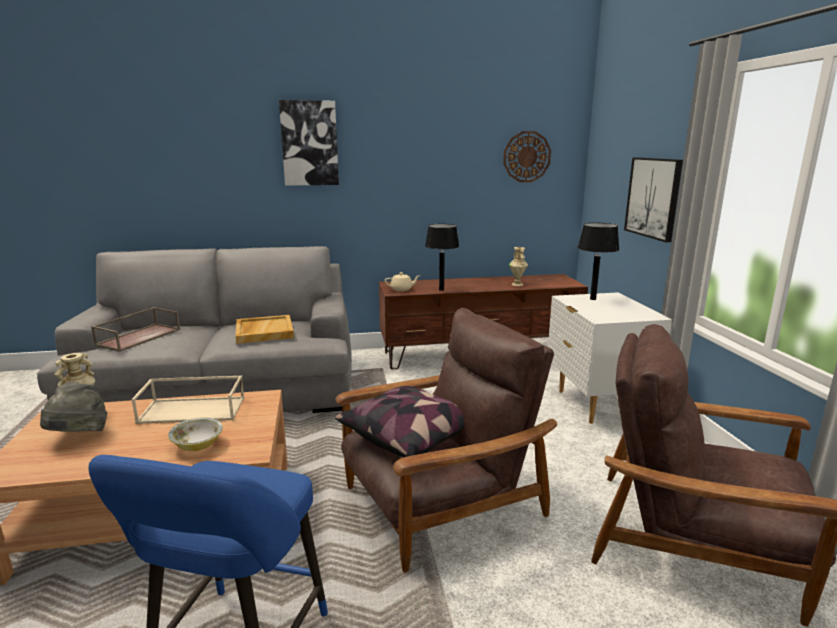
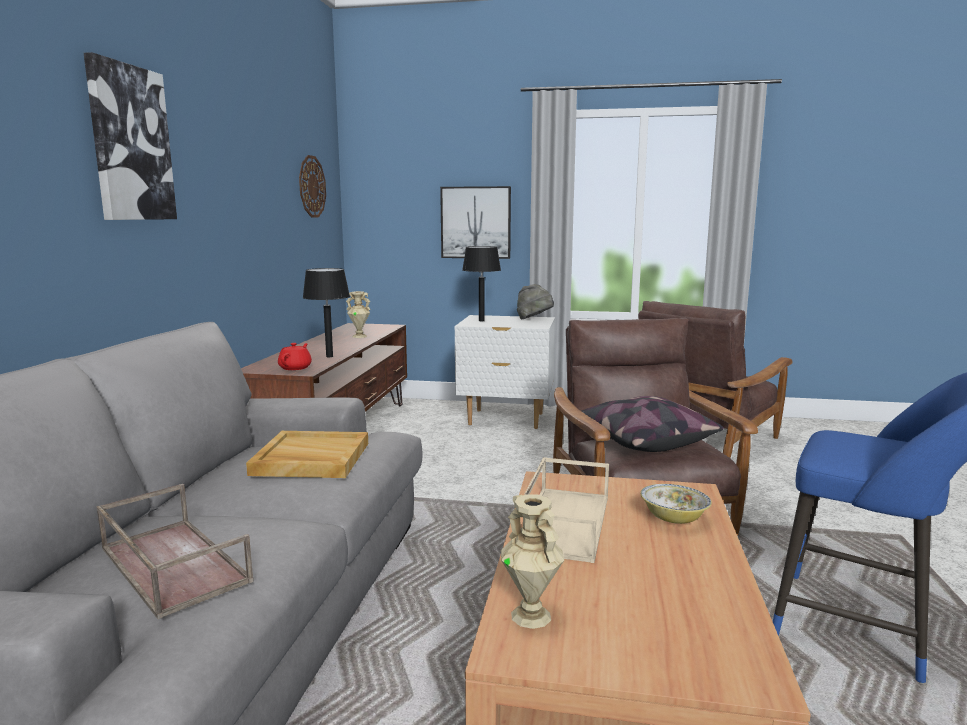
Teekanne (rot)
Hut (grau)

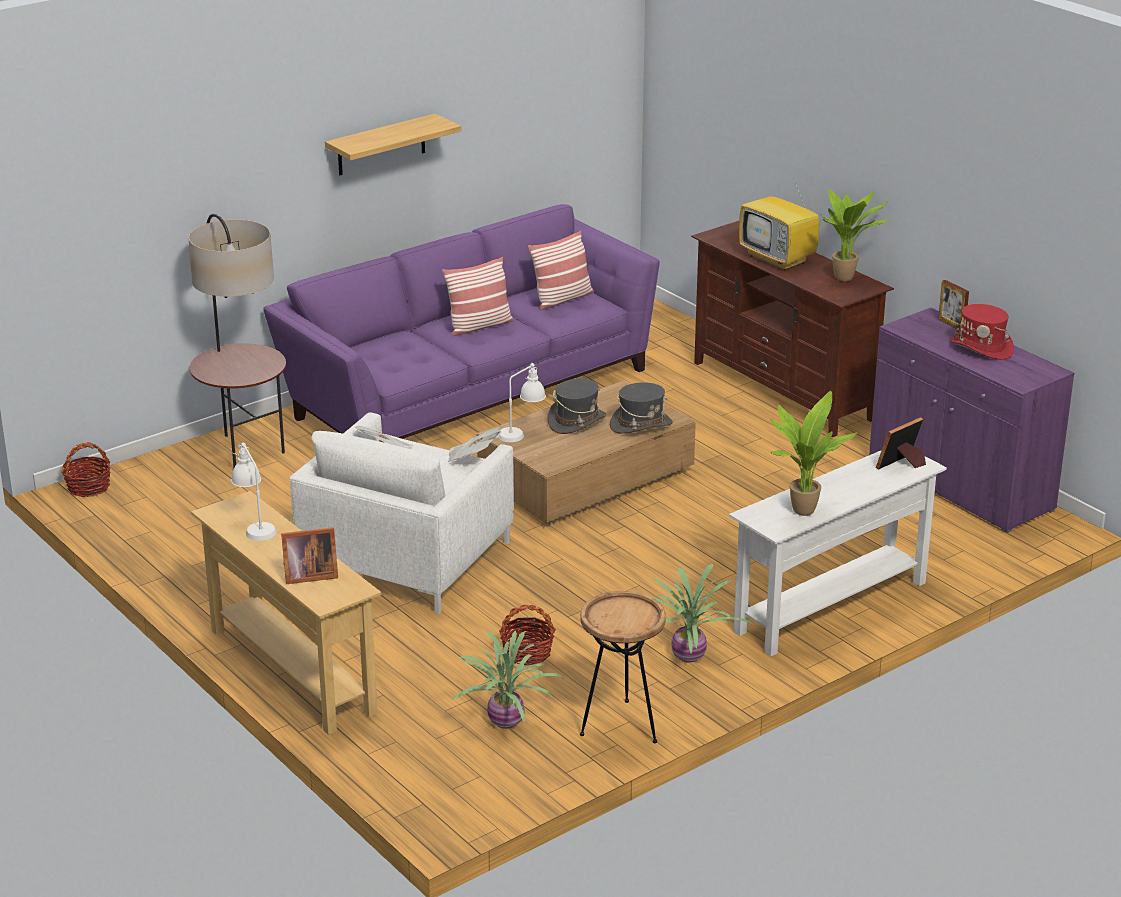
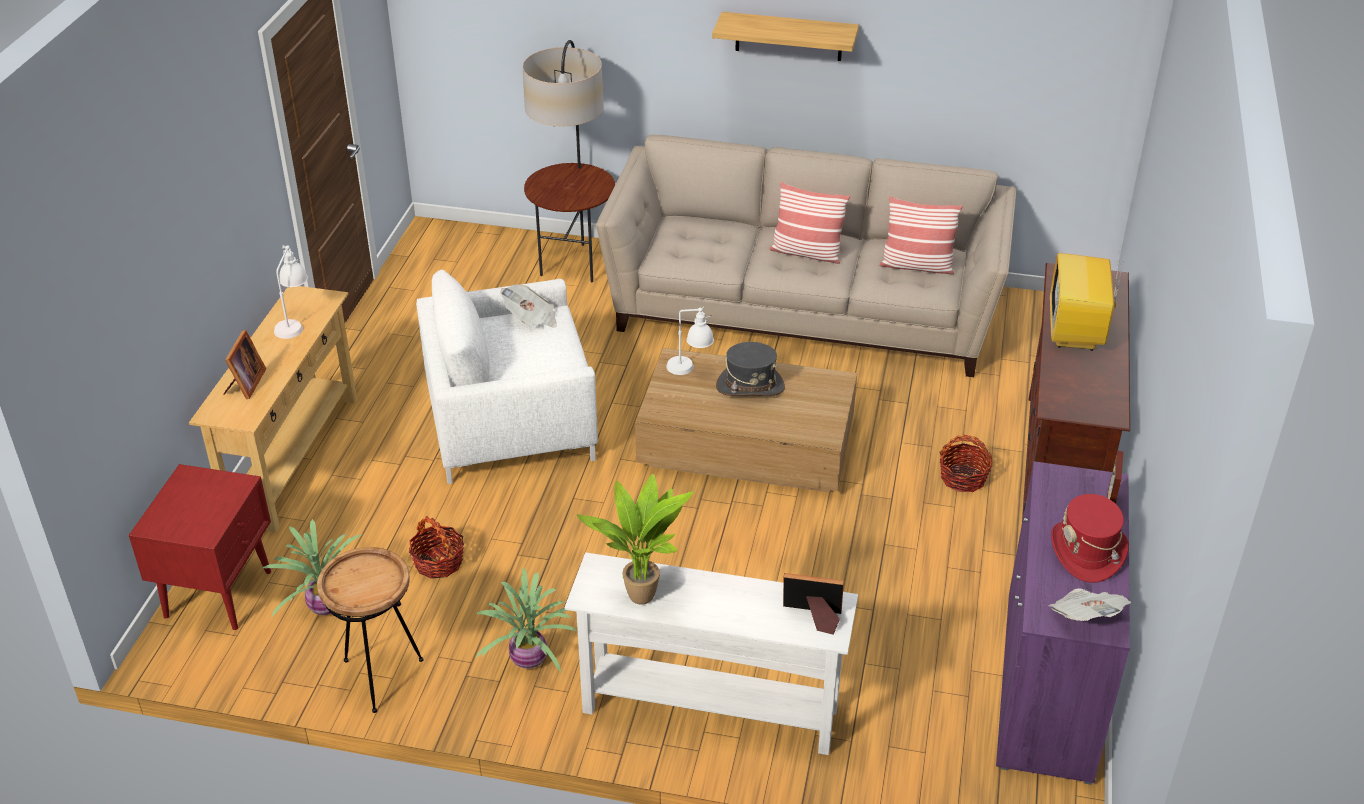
Nachttisch (rot)
Bilderrahmen (no. 1 from left)
Sofa (beige)
Korb (no. 2 from left)
Zeitung (no. 2 from left)
Hut (grau) (no. 2 from left in the first image)
Topfpflanze (no. 4 from left in the first image)

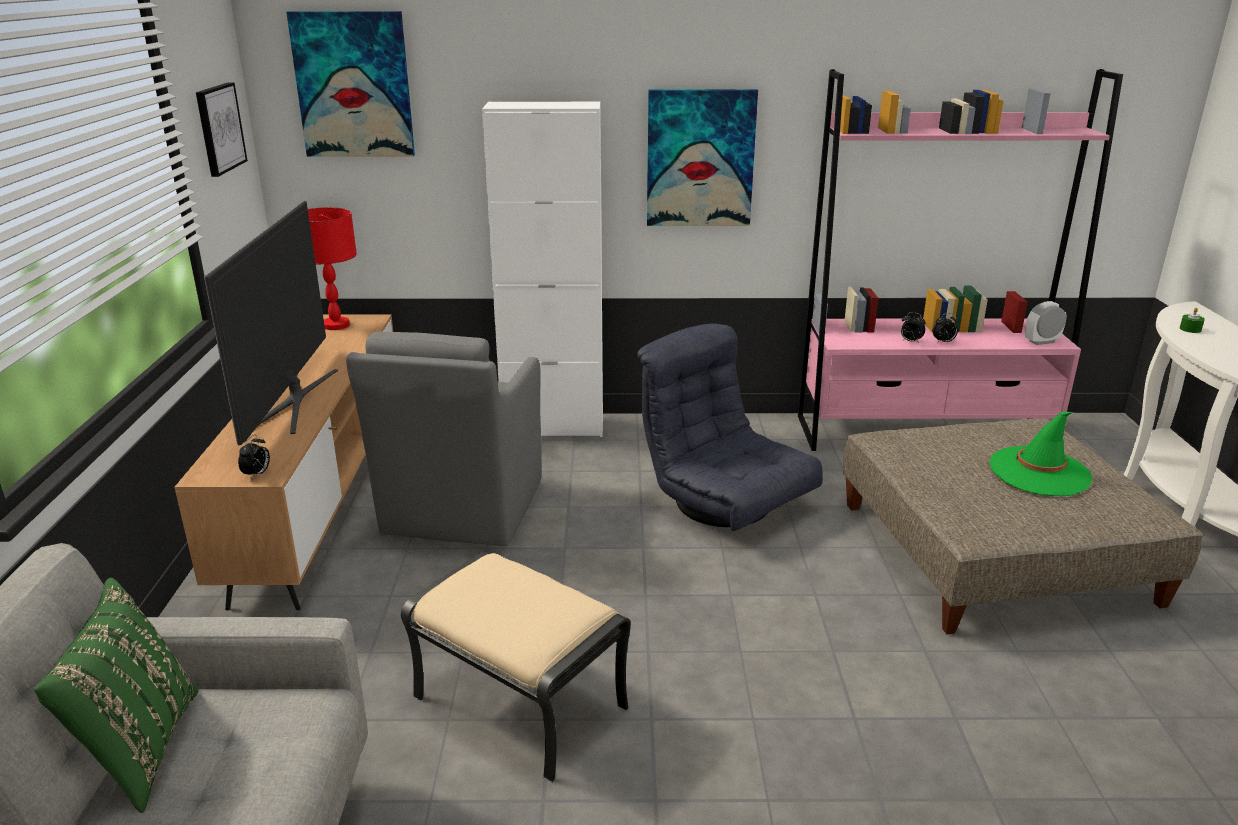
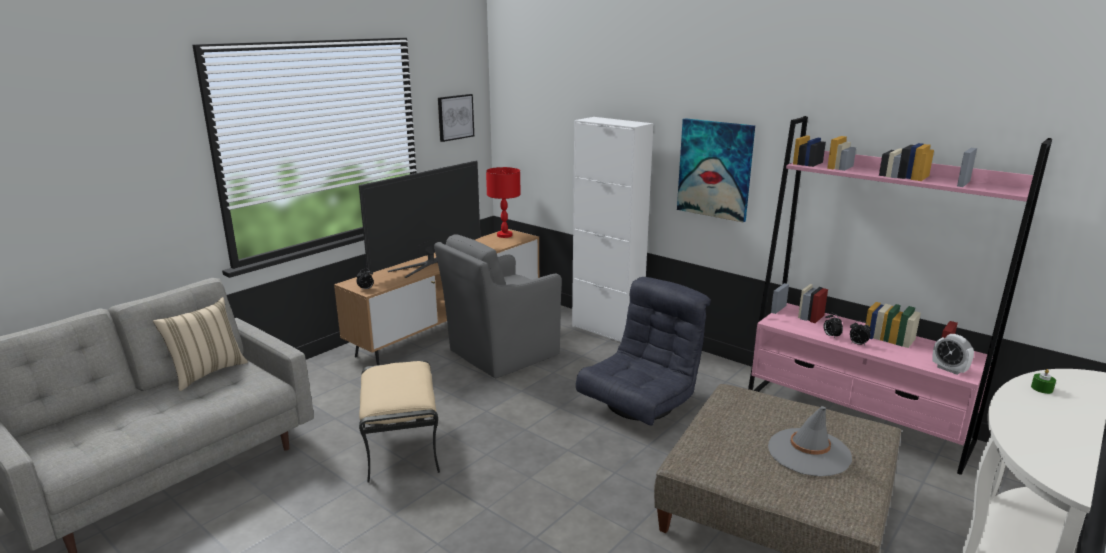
Kissen (beige)
Sessel (grau) (no. 2 from left)
Hut (grau)
Wecker (no. 4 from left)
Bild (no. 2 from left in the first image)

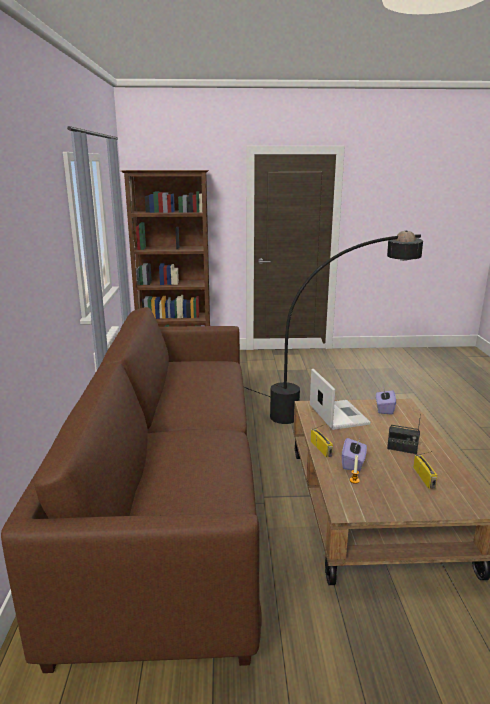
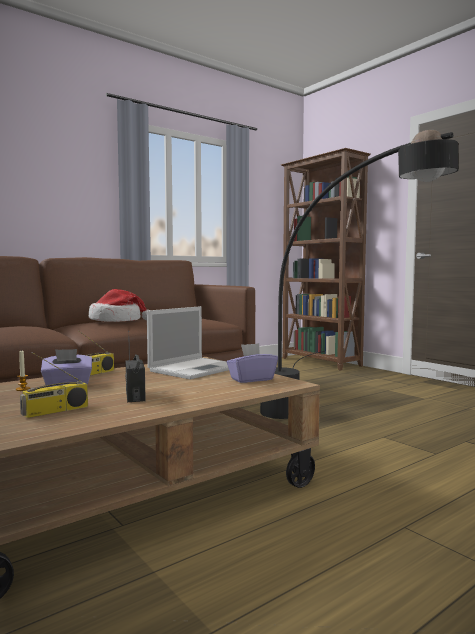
Hut

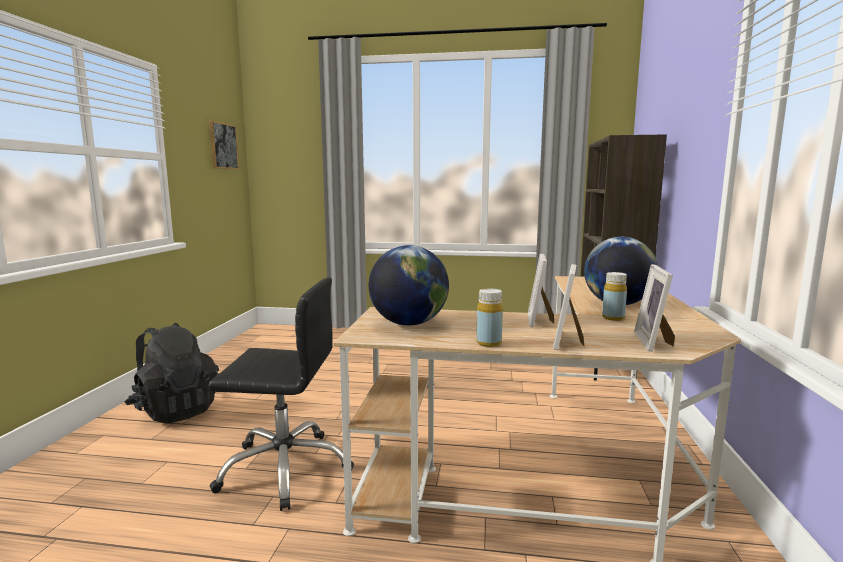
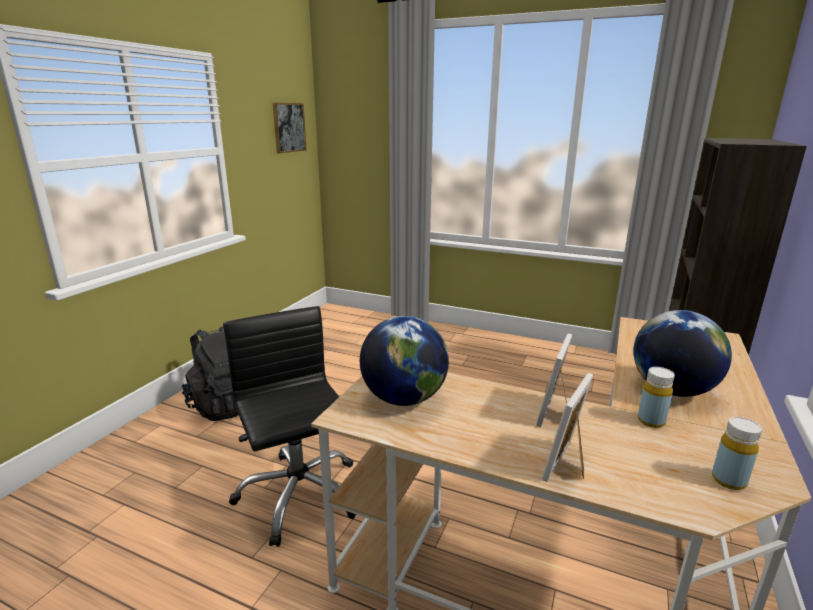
Bürostuhl (schwarz)
Flasche (gelb) (no. 2 from left)
Bilderrahmen (no. 3 from left in the first image)

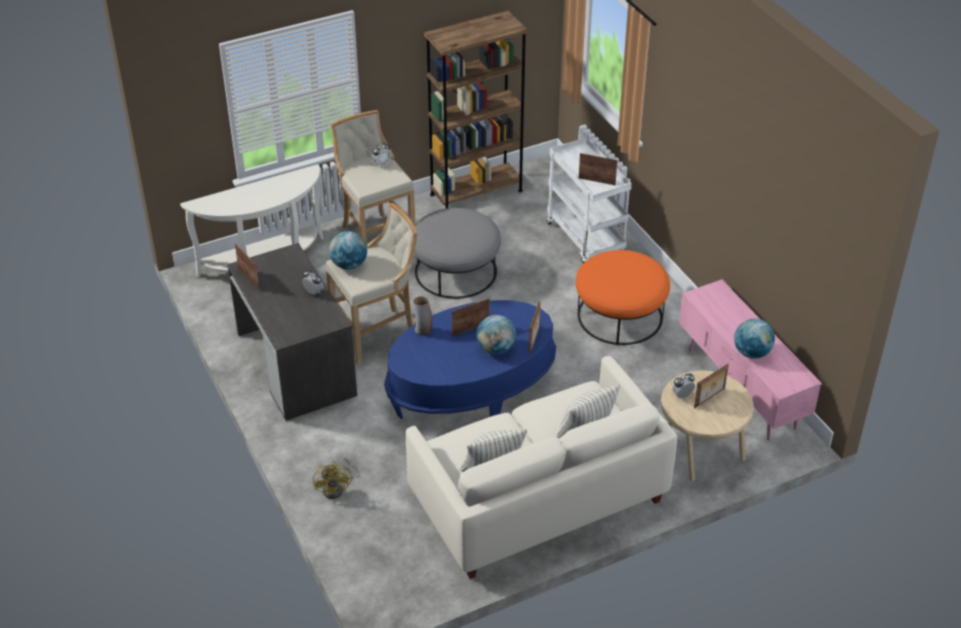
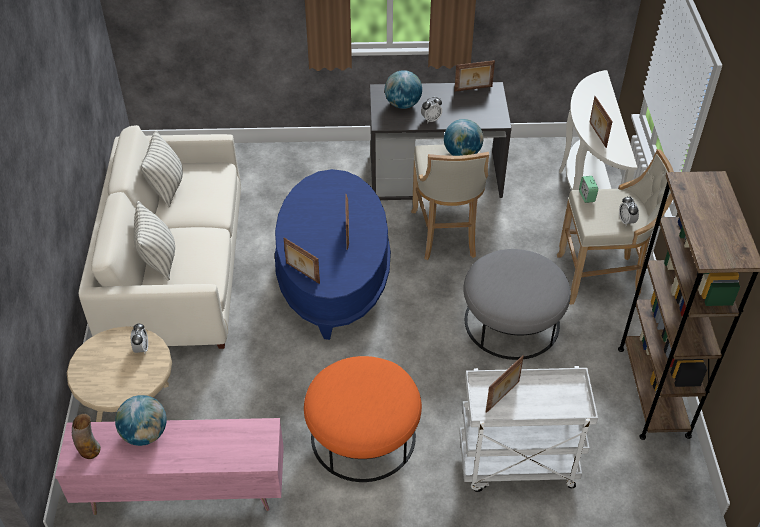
Vase
Globus (no. 2 from left)
Wecker (no. 3 from left)
Bilderrahmen (no. 5 from left)
Ventilator (gelb)

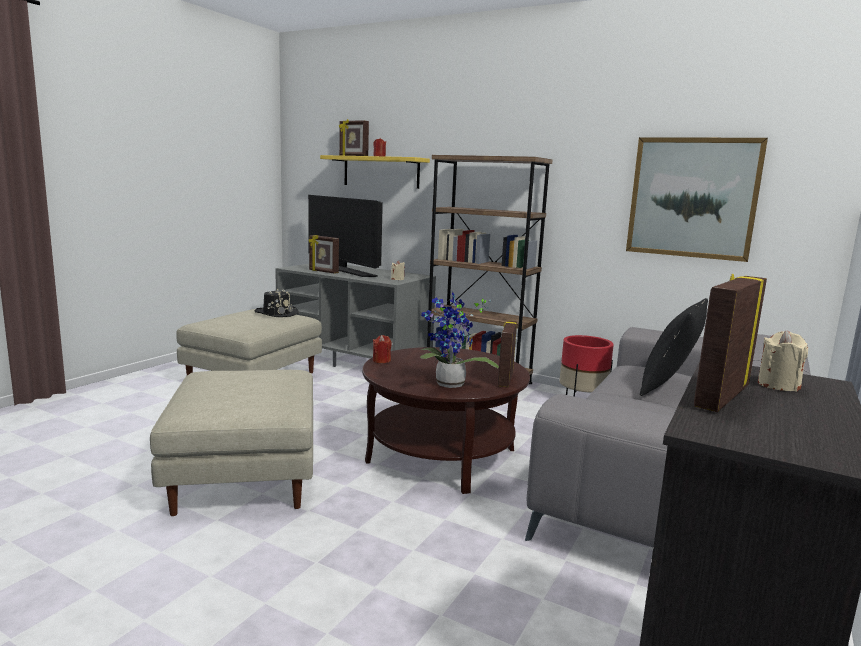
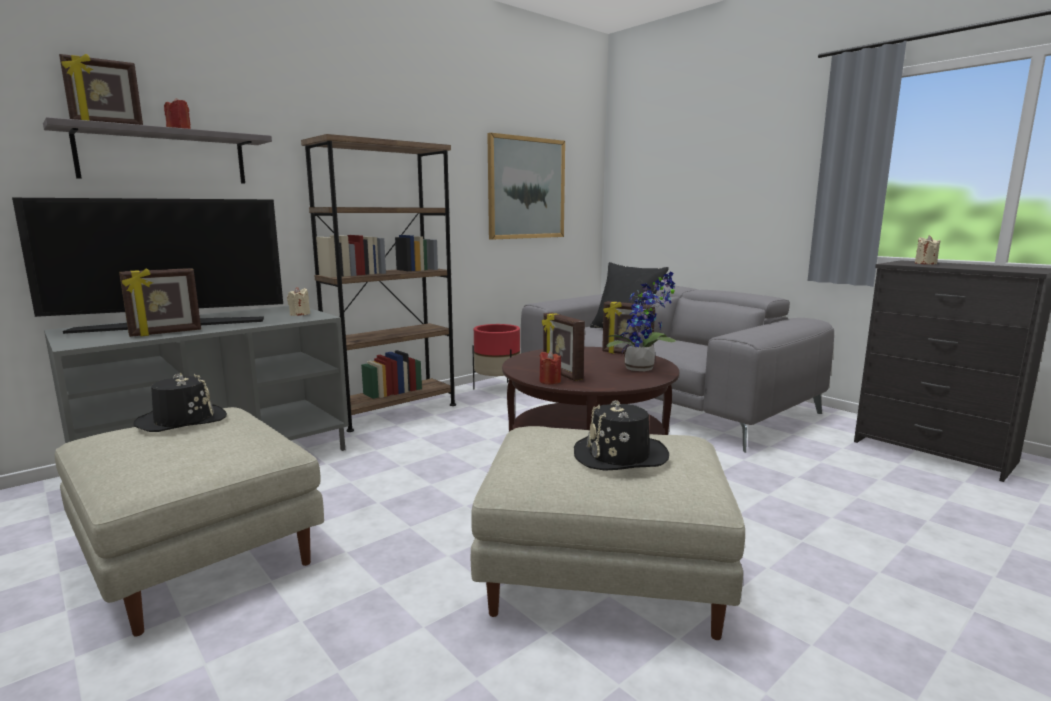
Wandregal (grau)
Bilderrahmen (no. 3 from left)
Hut (schwarz) (no. 2 from left)

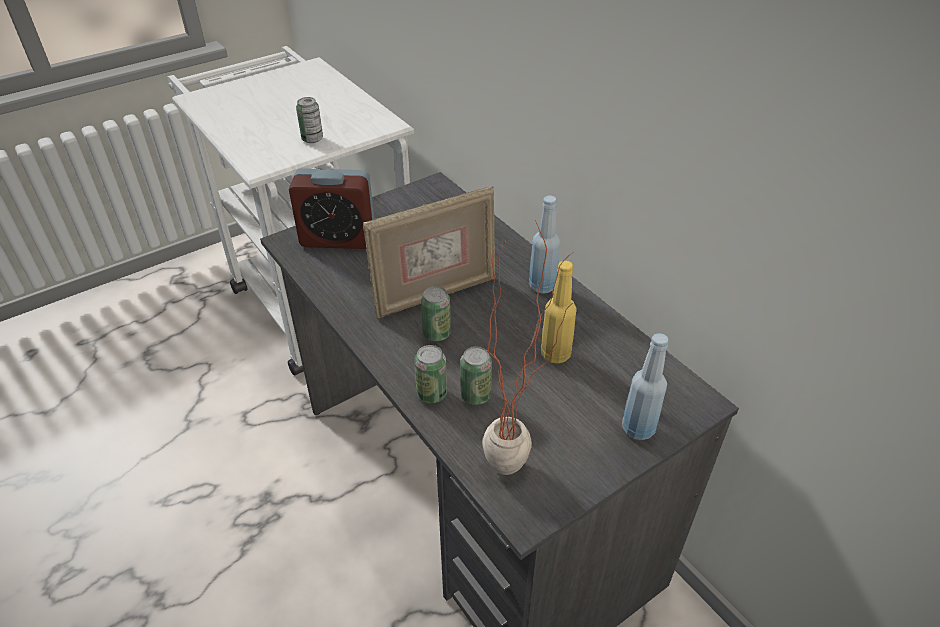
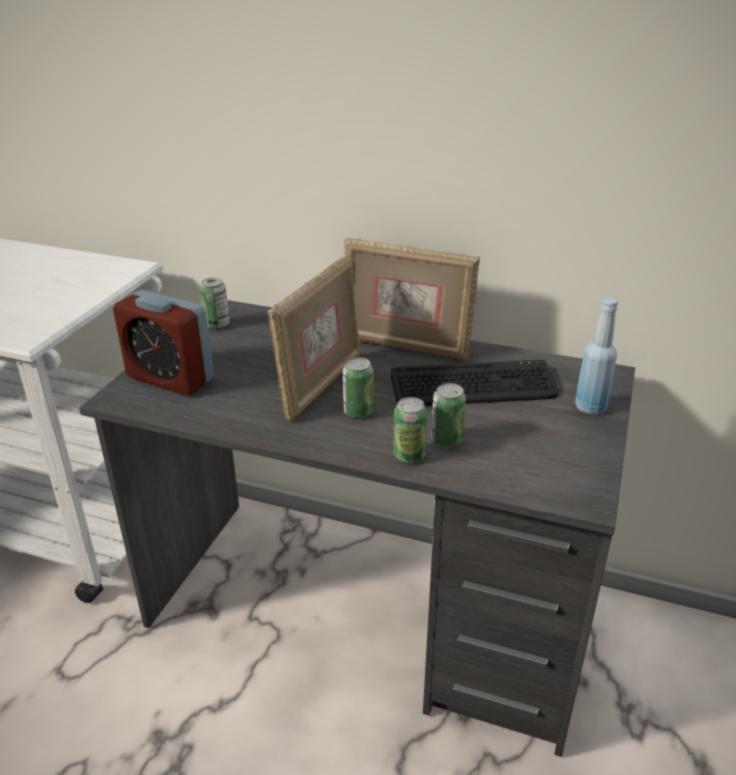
Wecker
Dose (no. 1 from left)
Bilderrahmen (no. 2 from left)
Tastatur
Topfpflanze

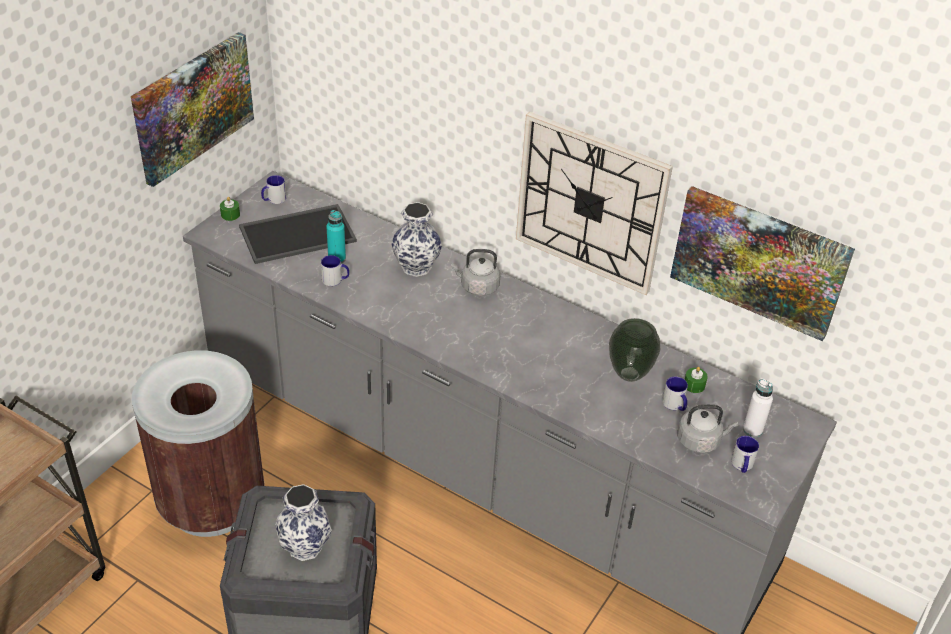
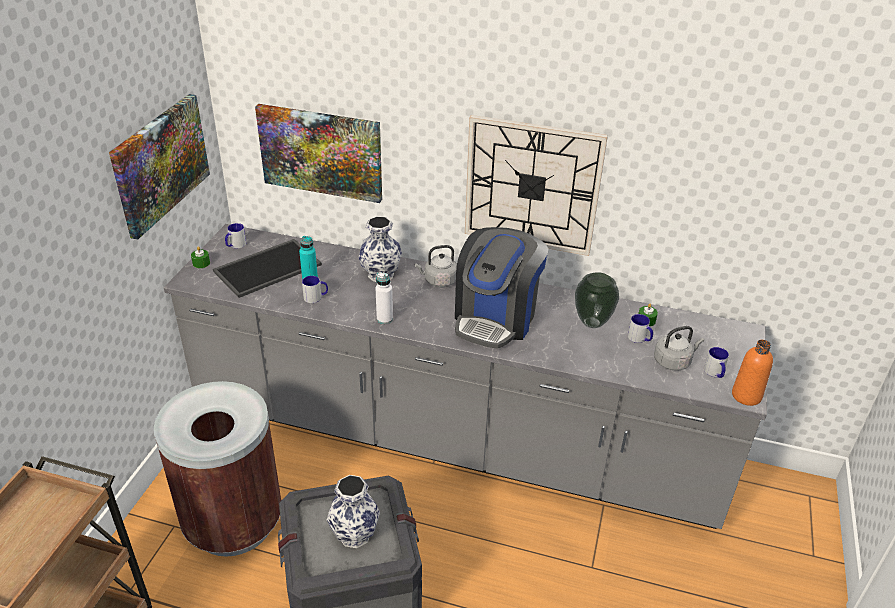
Bild (no. 2 from left)
Flasche (weiß)
Kaffeemaschine
Flasche (orange)

